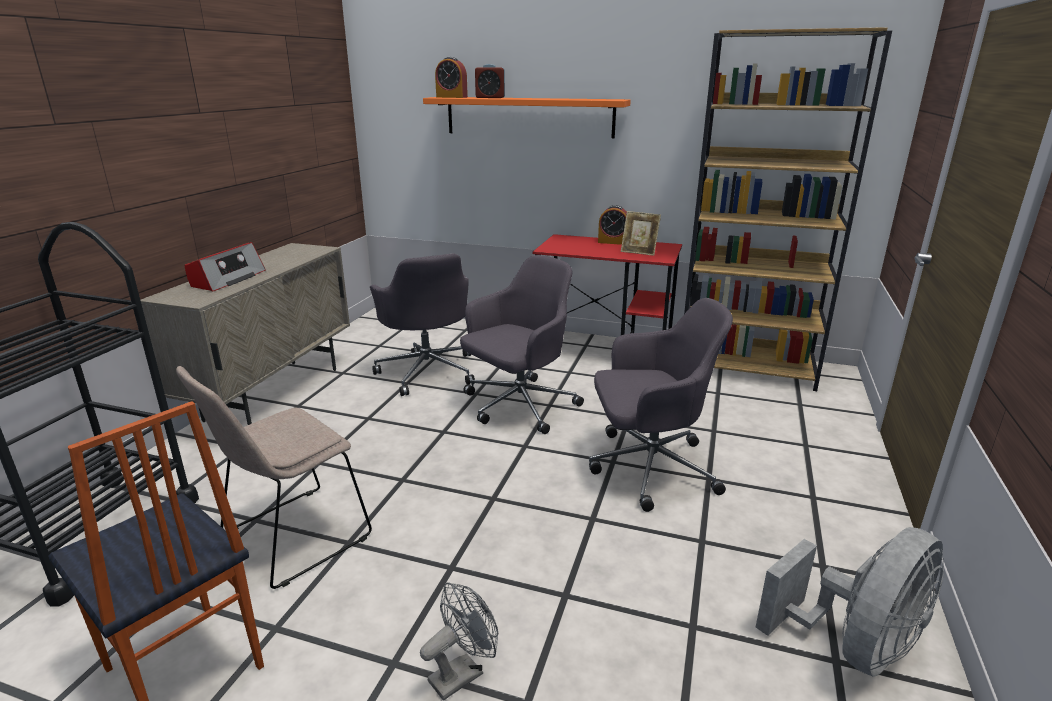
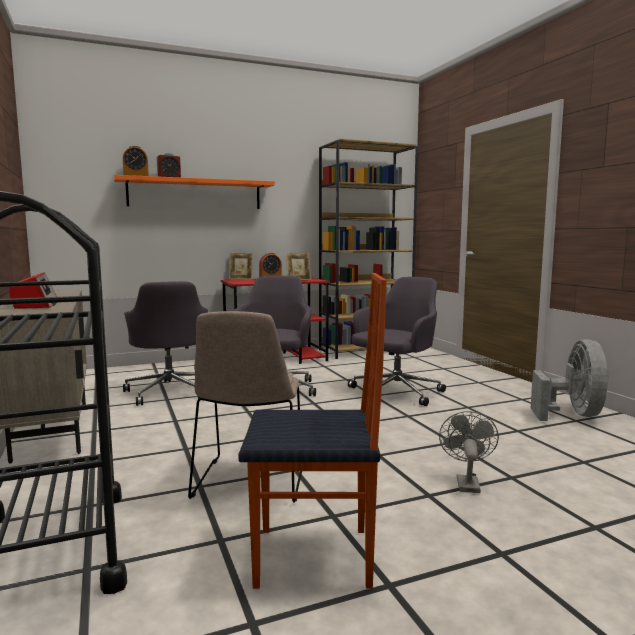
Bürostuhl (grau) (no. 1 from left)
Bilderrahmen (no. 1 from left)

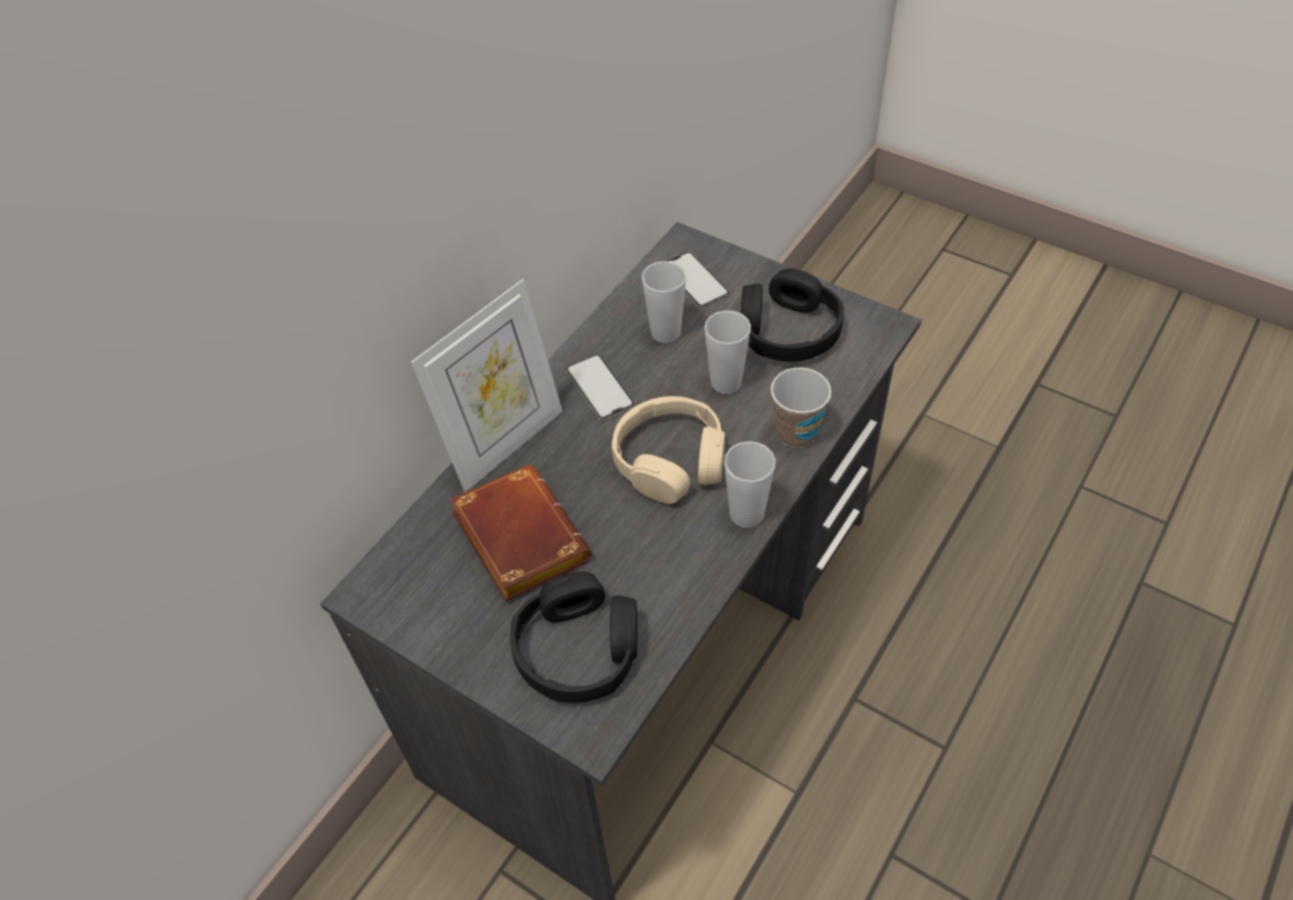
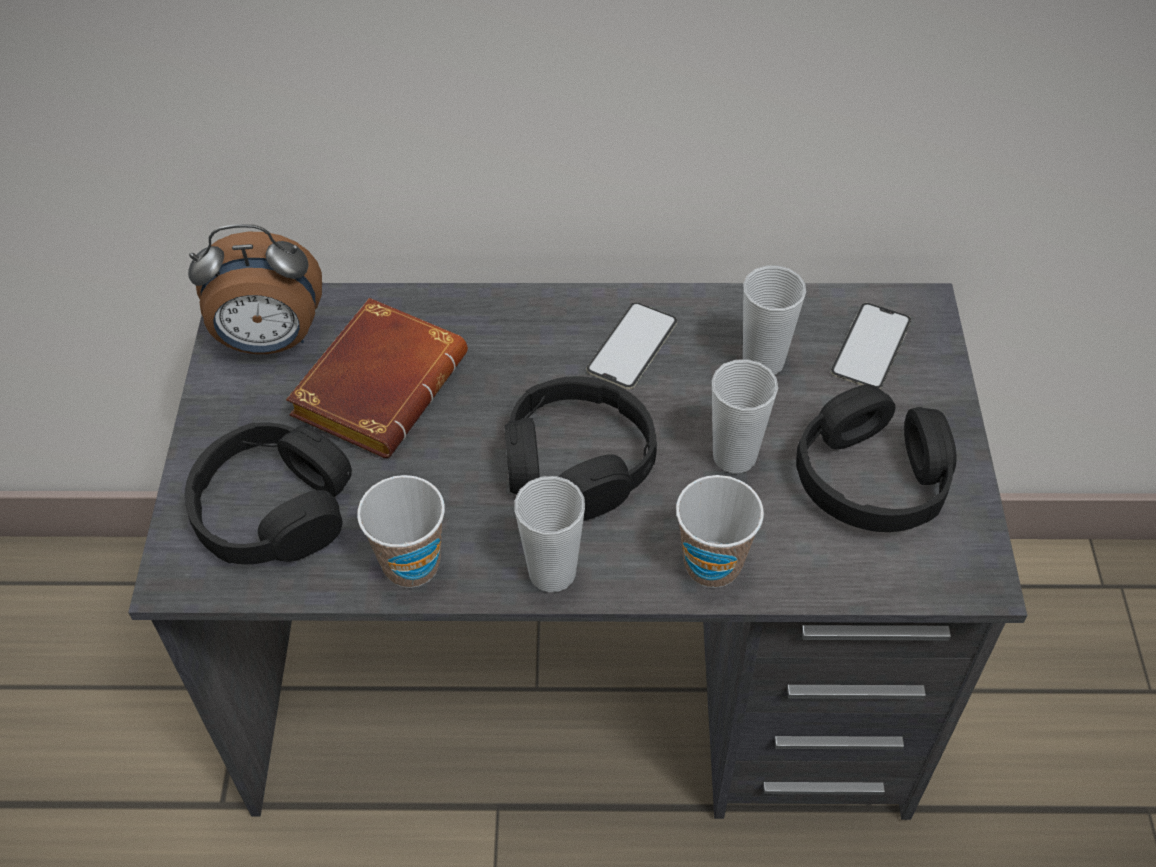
Wecker
Tasse (no. 1 from left)
Kopfhörer (schwarz) (no. 2 from left)
Bilderrahmen

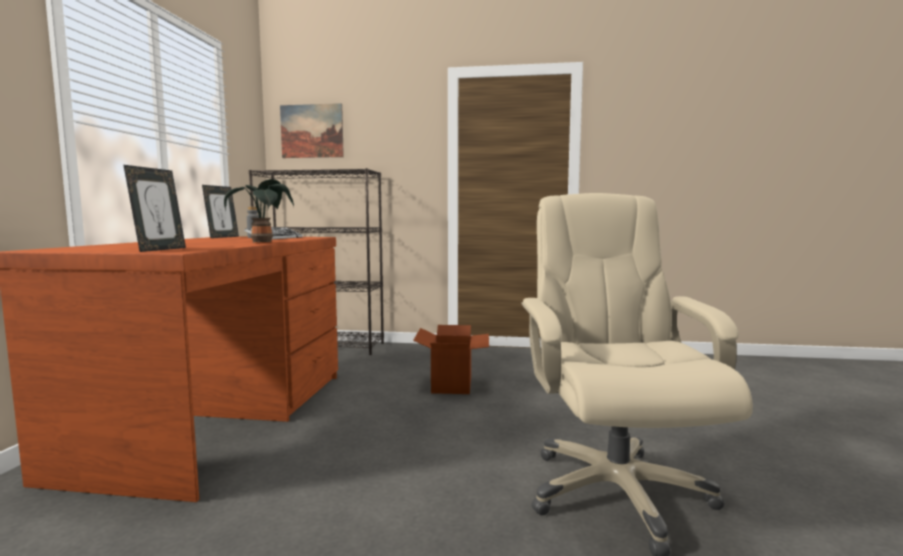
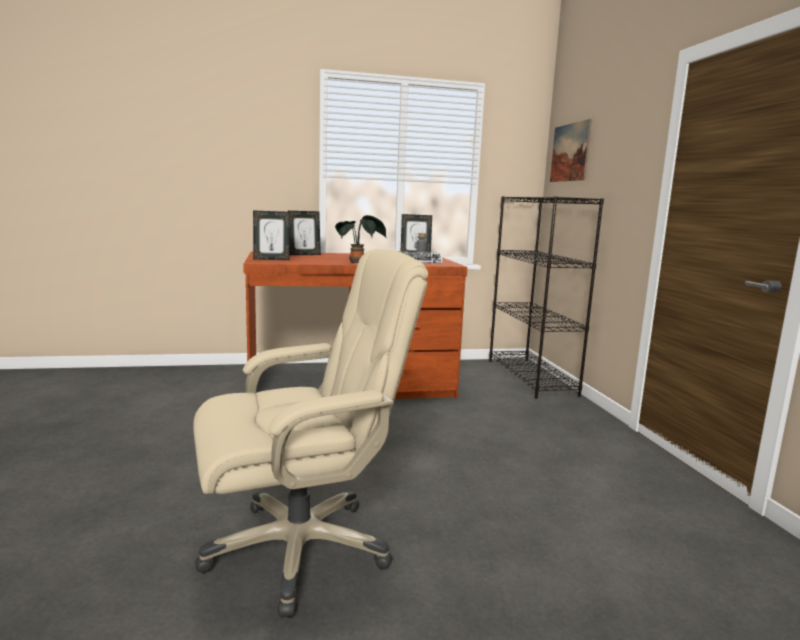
Bilderrahmen (no. 2 from left)
Karton

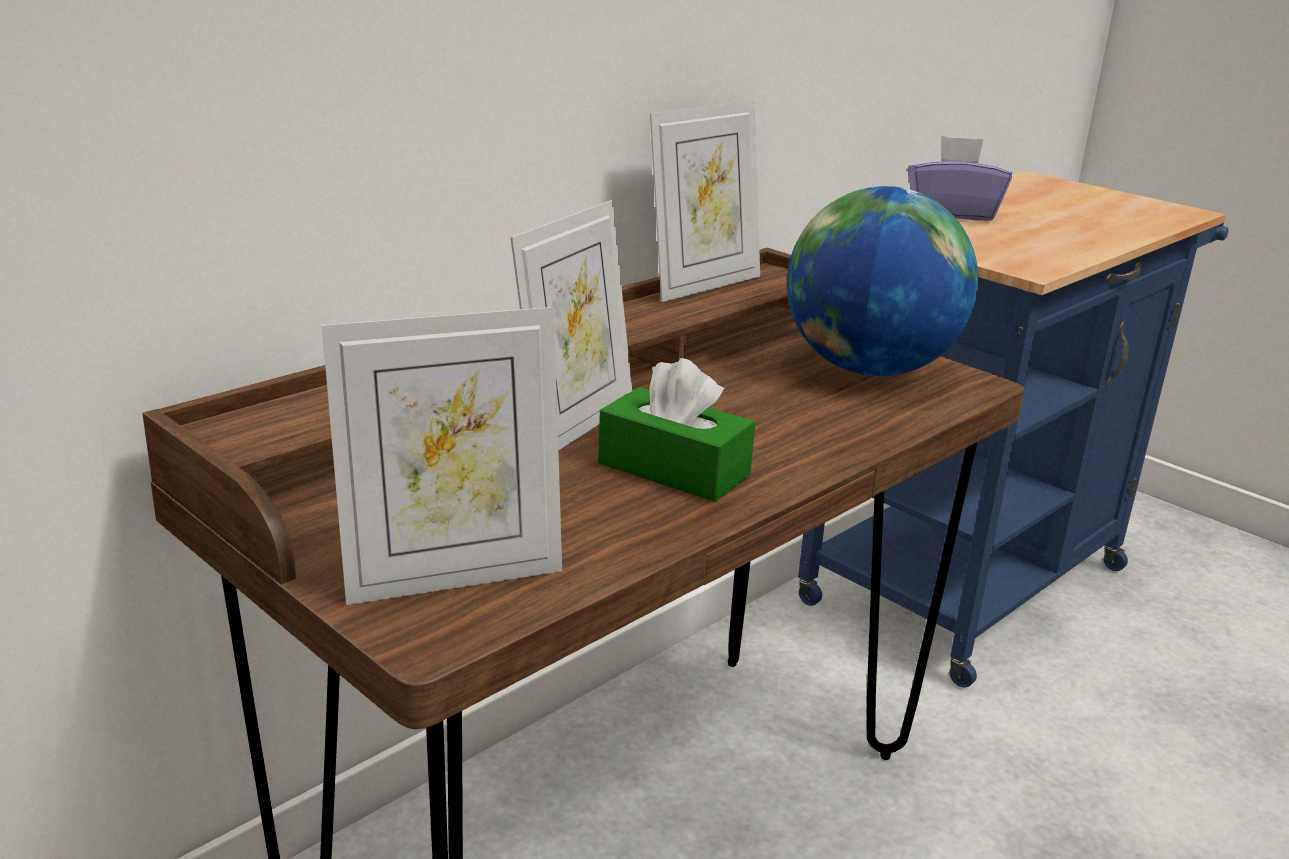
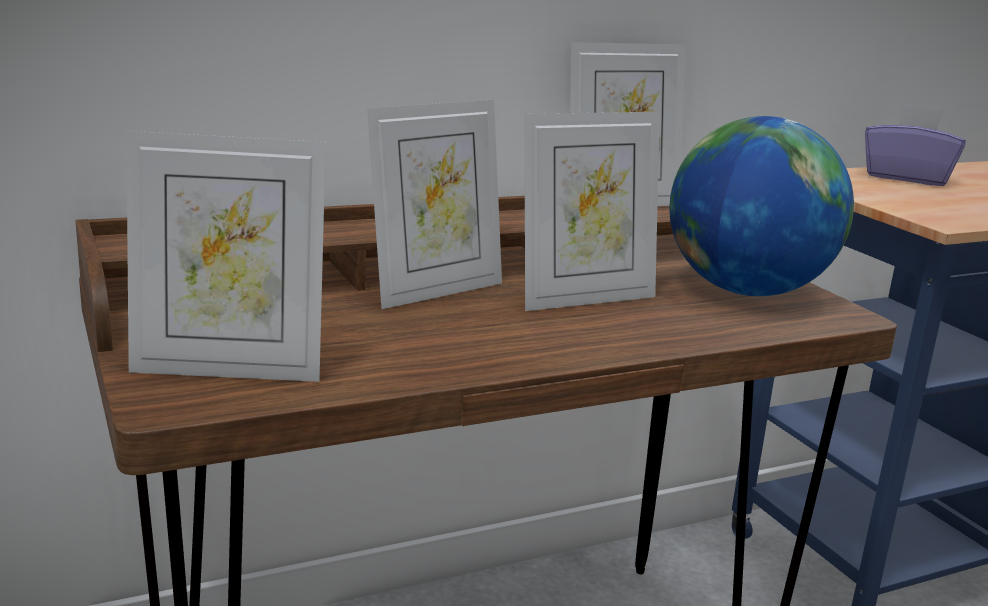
Bilderrahmen (no. 3 from left)
Taschentuchbox (grün)

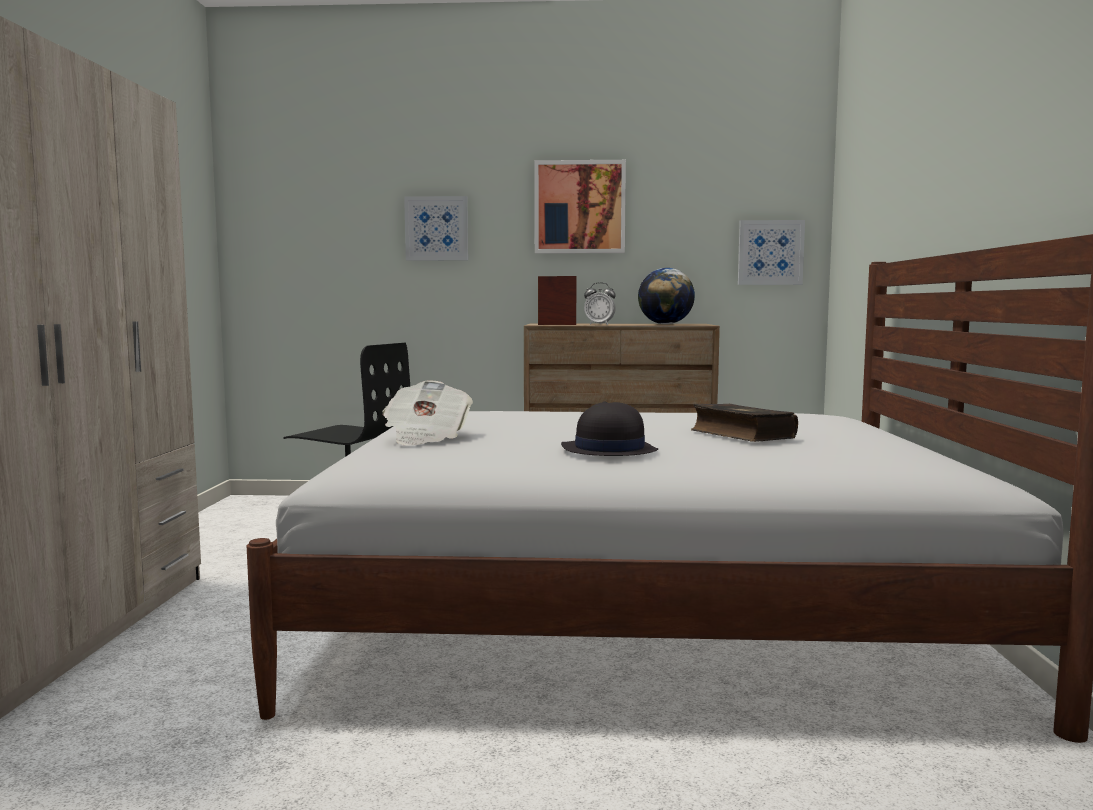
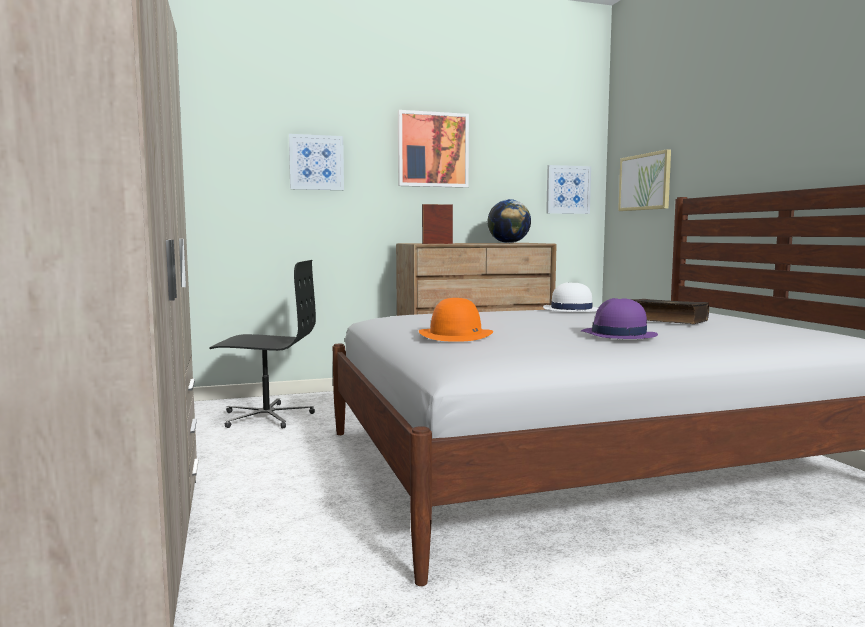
Hut (orange)
Hut (weiß)
Hut (lila)
Bild (no. 4 from left)
Wecker

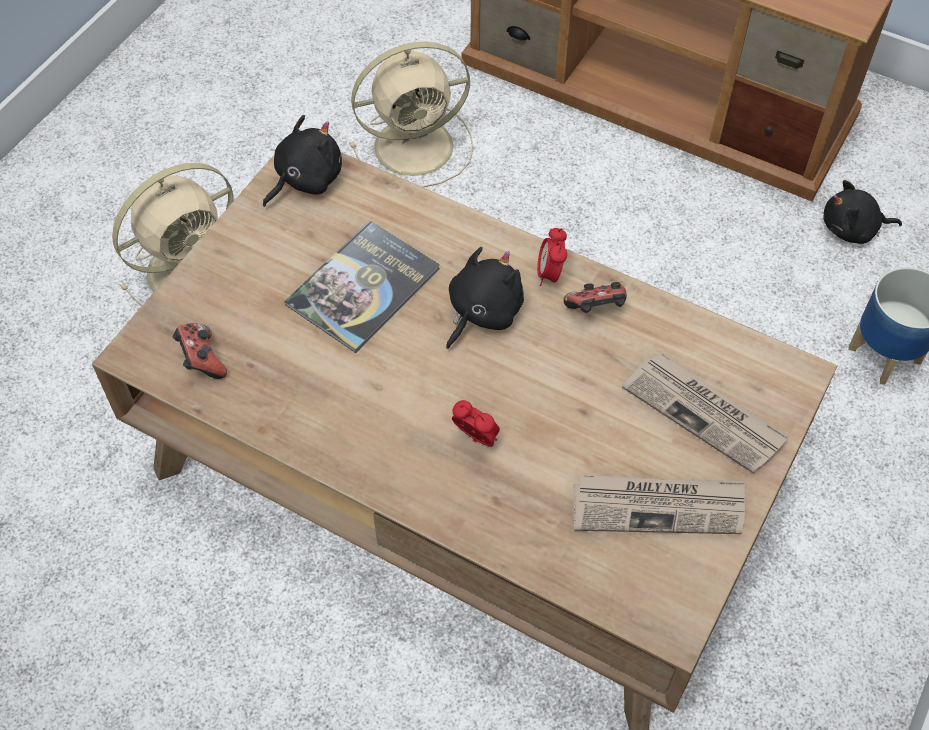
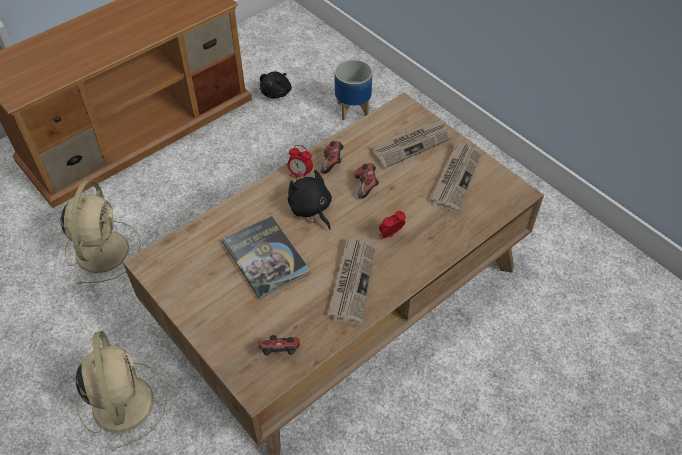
Zeitung (no. 1 from left)
Gamepad (no. 3 from left)
Plüschtier (schwarz) (no. 1 from left in the first image)

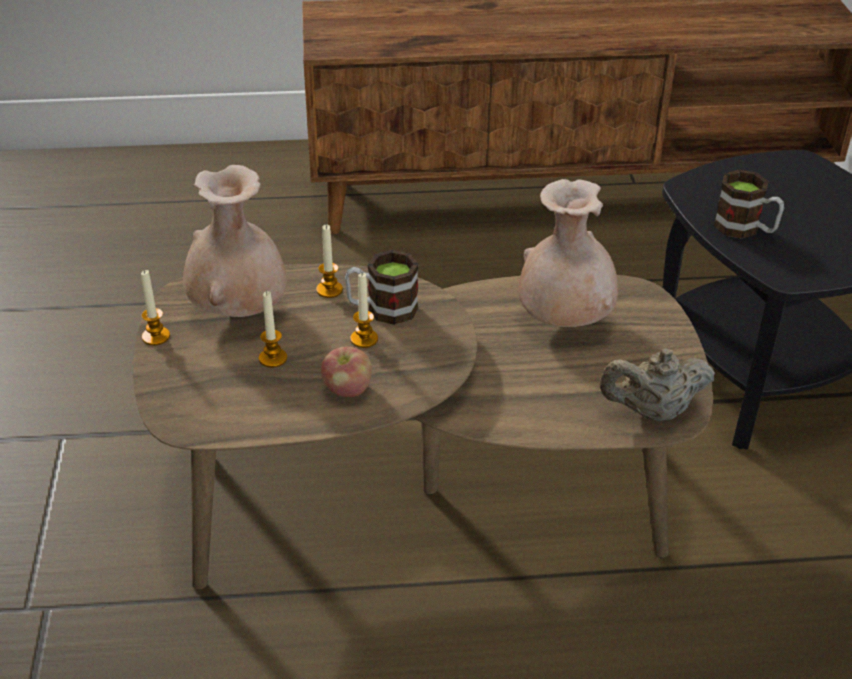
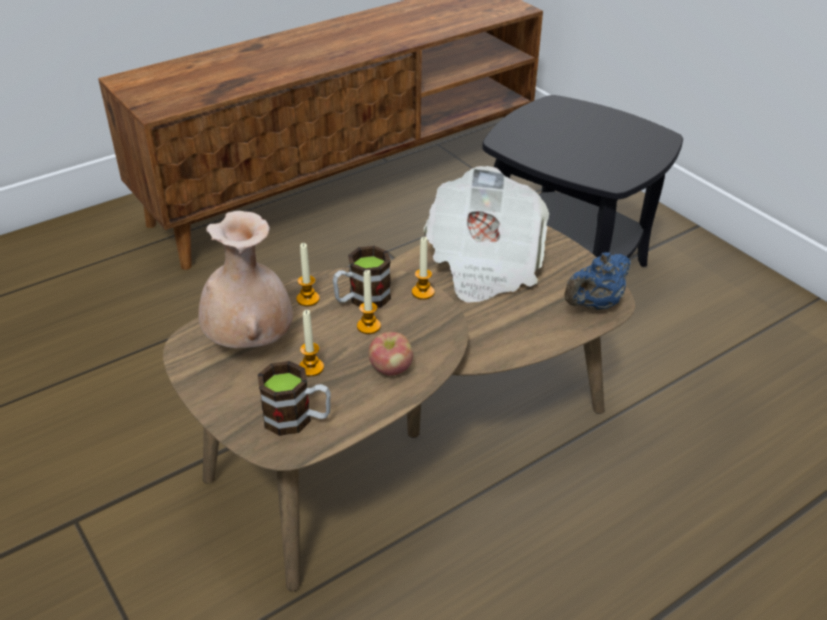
Henkelbecher (no. 1 from left)
Kerze (no. 4 from left)
Zeitung
Teekanne (blau)

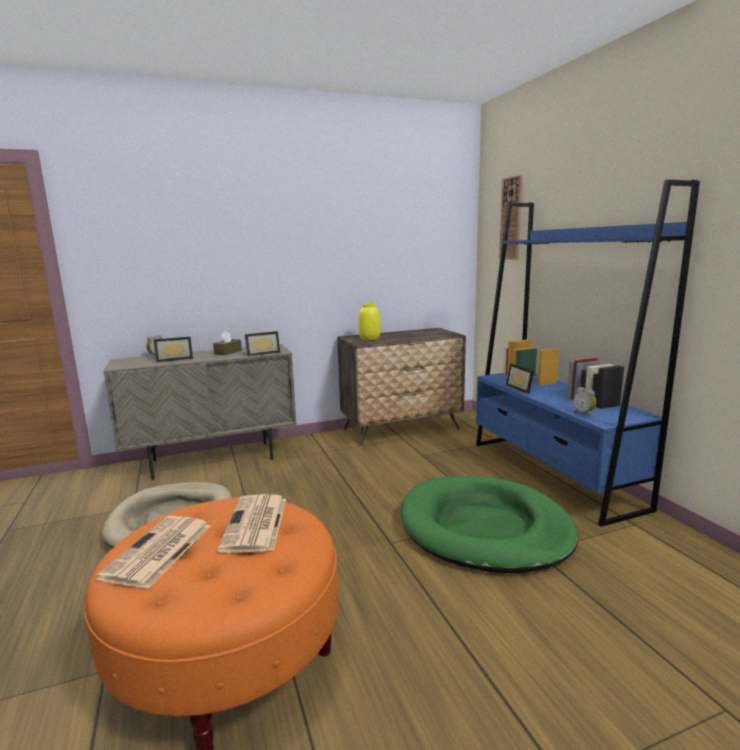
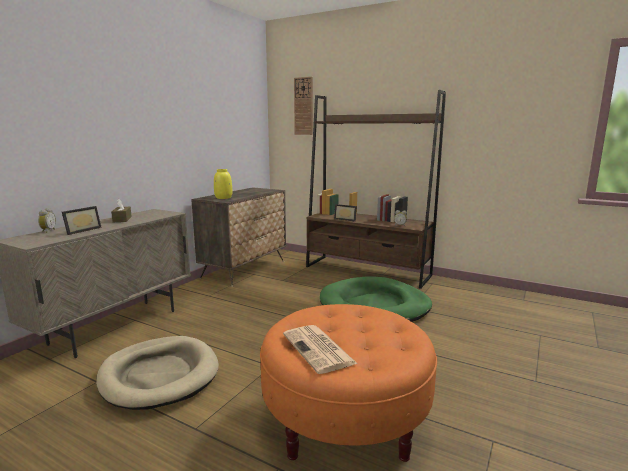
Bücherregal (braun)
Zeitung (no. 2 from left in the first image)
Bilderrahmen (no. 2 from left in the first image)

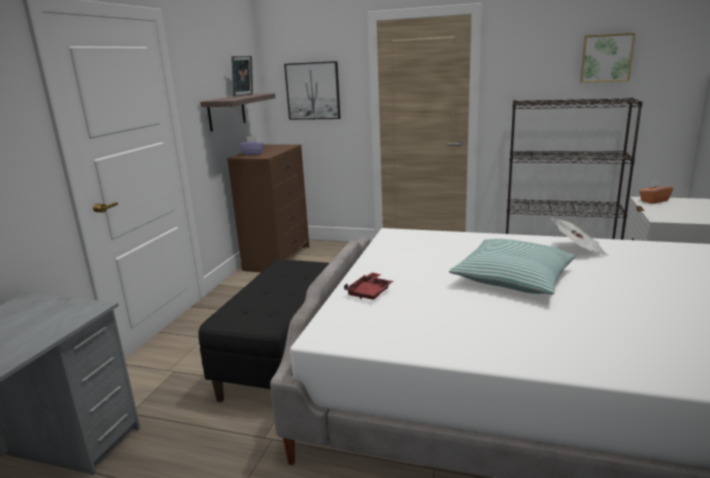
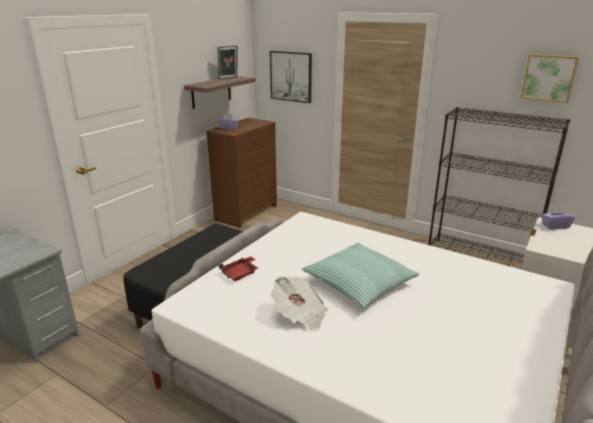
Zeitung
Taschentuchbox (lila) (no. 2 from left)

